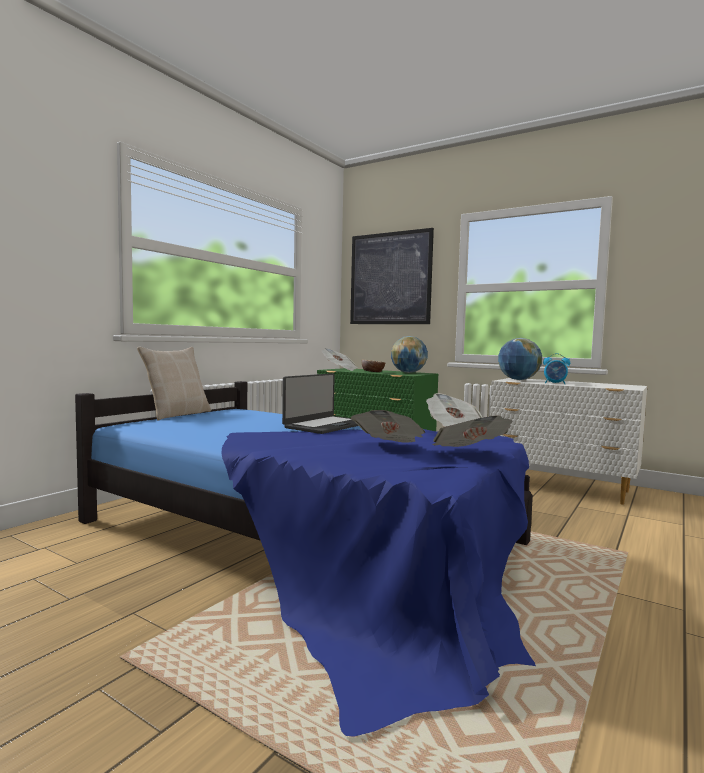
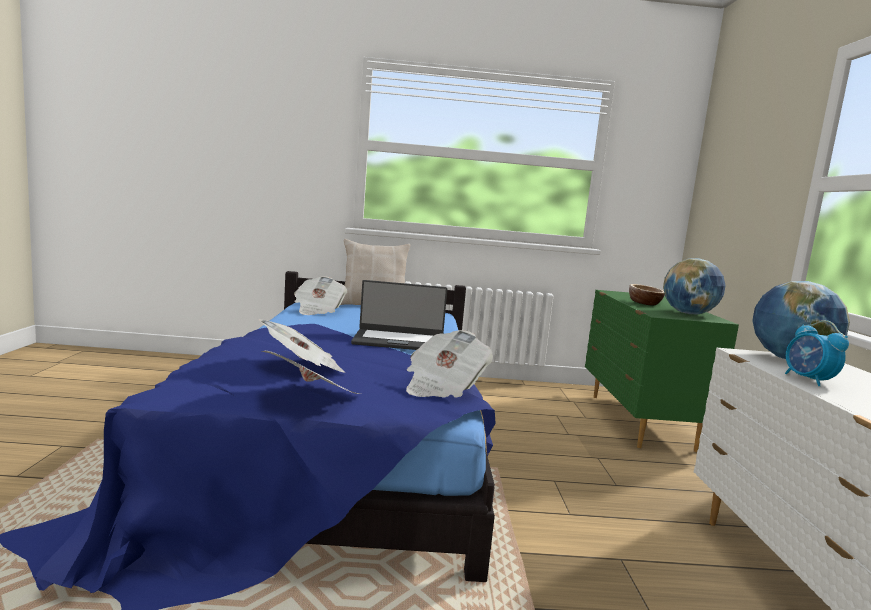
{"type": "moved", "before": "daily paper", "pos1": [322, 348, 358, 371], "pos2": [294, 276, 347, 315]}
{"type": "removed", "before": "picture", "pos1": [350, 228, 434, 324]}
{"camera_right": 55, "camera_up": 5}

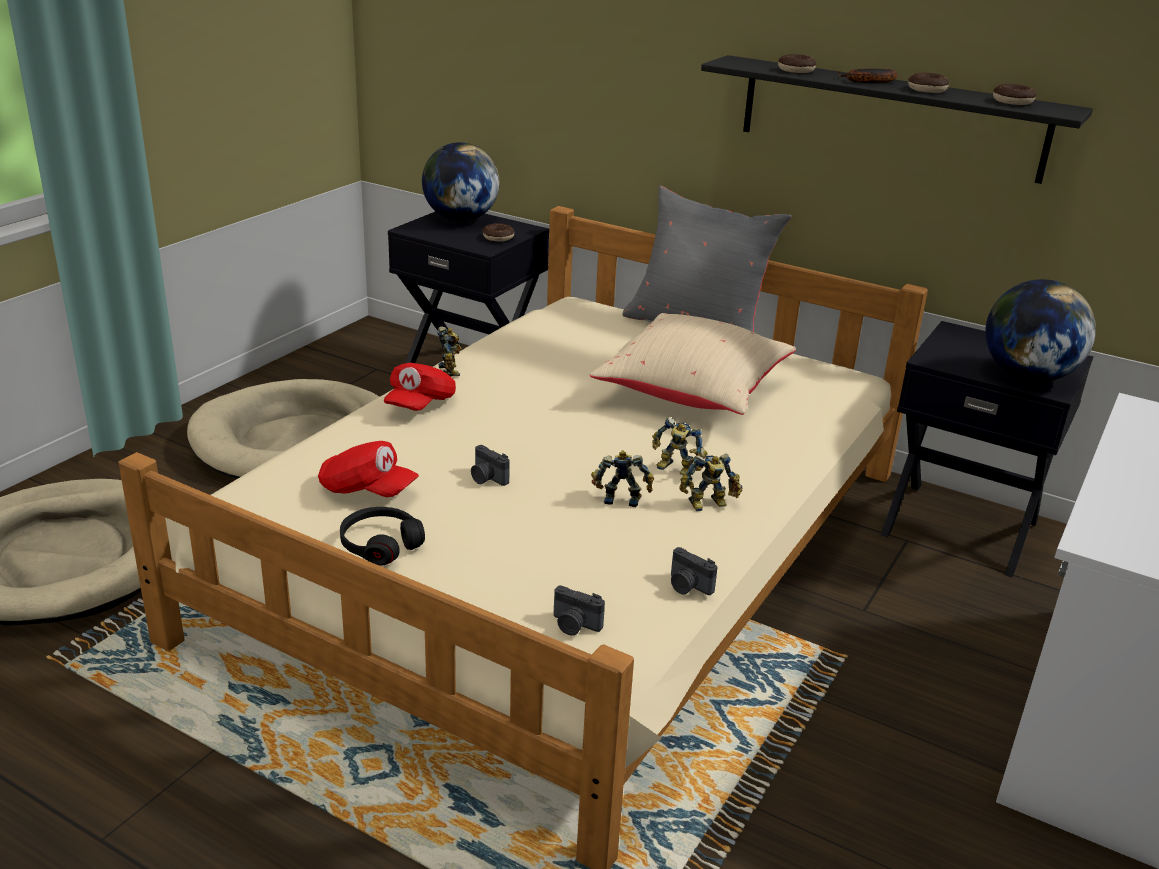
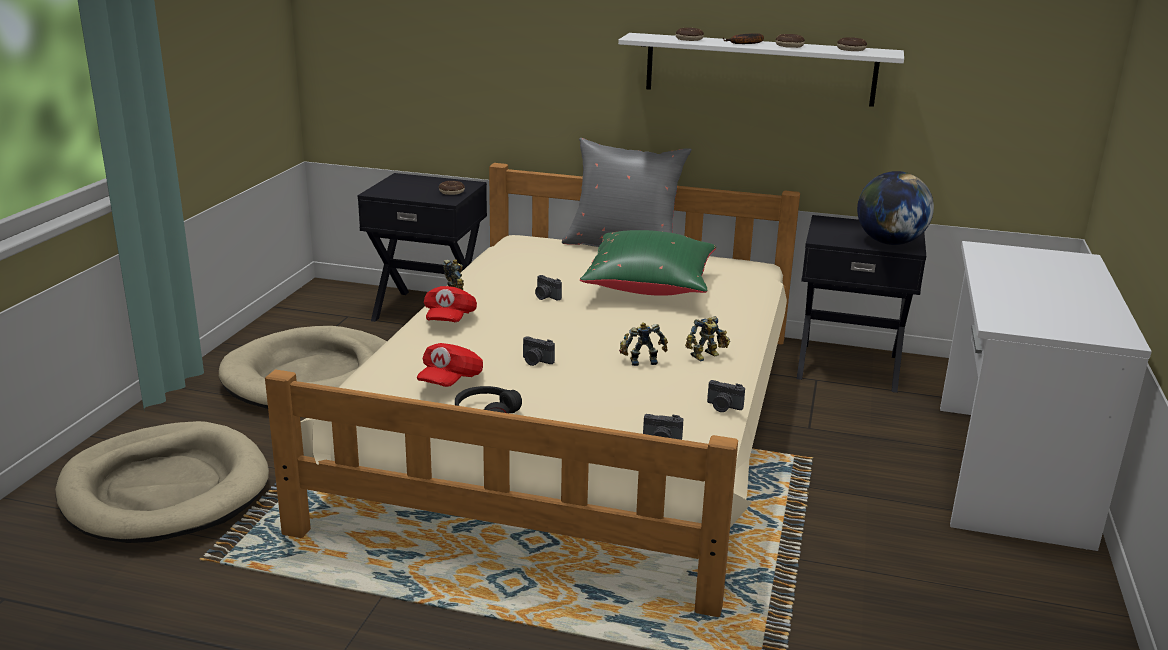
{"type": "turned", "before": "cap/reddish", "pos1": [318, 441, 419, 497], "pos2": [417, 343, 483, 387], "turn": 105}
{"type": "removed", "before": "desk globe", "pos1": [422, 142, 500, 222]}
{"type": "recoloured", "before": "pillow/beige-coloured", "after": "pillow/green", "pos1": [590, 313, 796, 415], "pos2": [580, 230, 716, 296]}
{"type": "removed", "before": "toy robot", "pos1": [652, 417, 708, 475]}
{"type": "recoloured", "before": "wall shelf/blackish", "after": "wall shelf/whitish", "pos1": [701, 55, 1093, 184], "pos2": [618, 33, 904, 107]}
{"type": "added", "after": "photo camera", "pos2": [535, 275, 562, 300]}
{"camera_right": -15, "camera_up": -5}

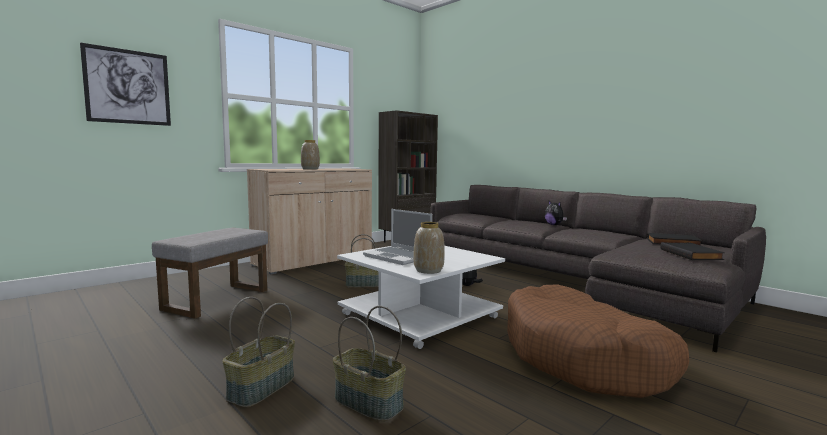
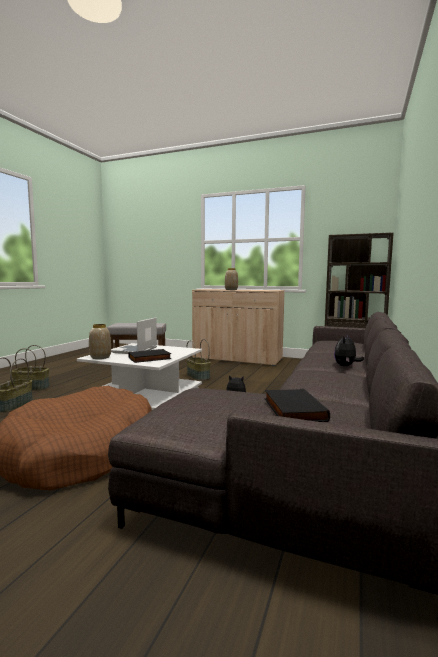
{"type": "removed", "before": "picture", "pos1": [80, 42, 171, 126]}
{"type": "moved", "before": "bound book/blackish", "pos1": [660, 242, 725, 260], "pos2": [128, 349, 172, 363]}
{"camera_right": 65, "camera_up": 0}

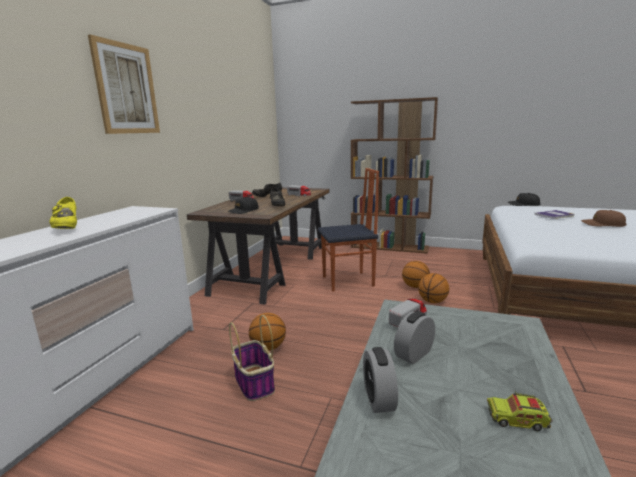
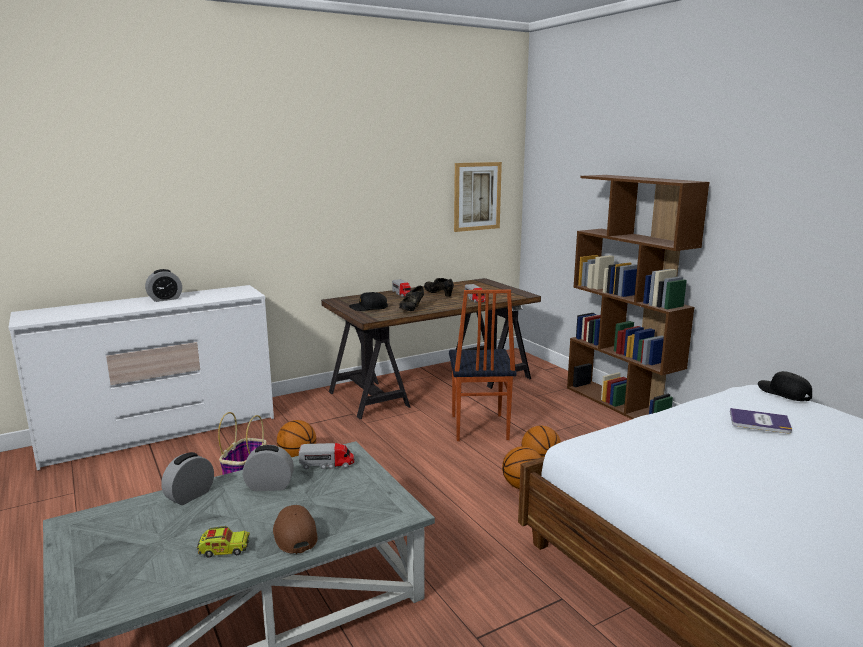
{"type": "replaced", "before": "low shoe/yellowish", "after": "table clock", "pos1": [49, 197, 77, 229], "pos2": [145, 269, 182, 302]}
{"type": "moved", "before": "picture", "pos1": [88, 34, 160, 134], "pos2": [454, 162, 502, 232]}
{"type": "turned", "before": "plain chair", "pos1": [318, 168, 379, 291], "pos2": [449, 289, 517, 441], "turn": 60}
{"type": "turned", "before": "toy truck", "pos1": [487, 390, 553, 431], "pos2": [197, 526, 250, 558], "turn": 120}
{"type": "moved", "before": "cap/brownish", "pos1": [581, 210, 626, 227], "pos2": [273, 505, 318, 554]}
{"camera_right": 40, "camera_up": 0}

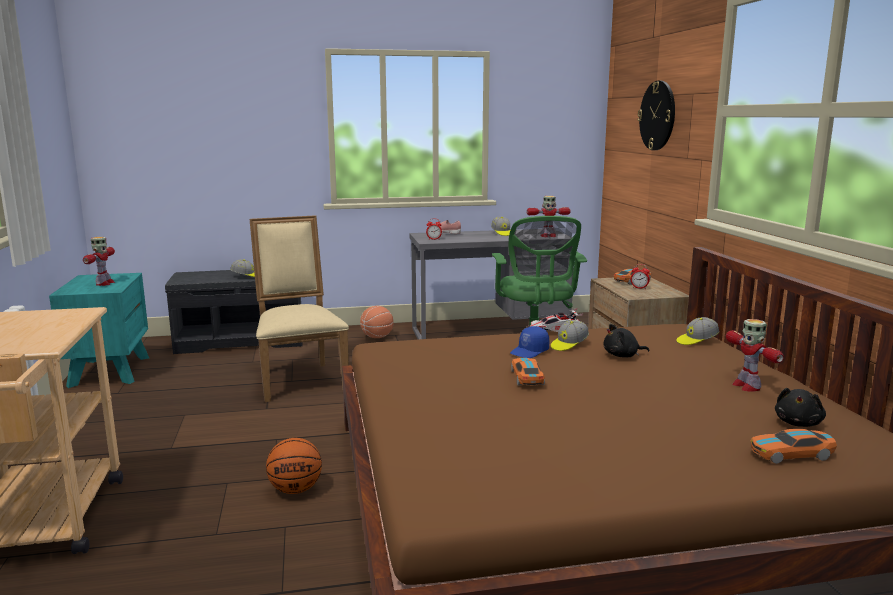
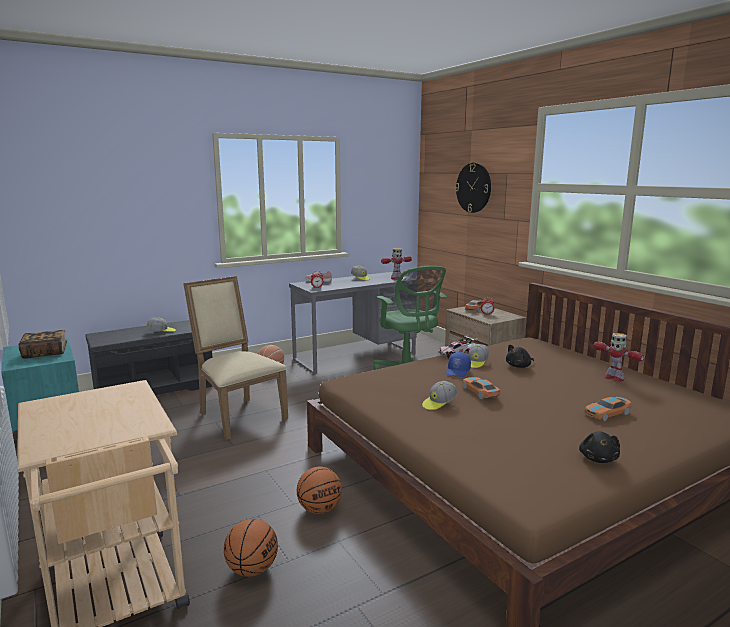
{"type": "replaced", "before": "toy robot", "after": "bound book", "pos1": [83, 237, 115, 286], "pos2": [19, 330, 67, 359]}
{"type": "moved", "before": "cap", "pos1": [676, 317, 719, 345], "pos2": [422, 381, 457, 410]}
{"type": "moved", "before": "miniature car", "pos1": [751, 429, 837, 464], "pos2": [585, 397, 632, 421]}
{"type": "moved", "before": "soft toy/blackish", "pos1": [775, 388, 826, 427], "pos2": [579, 431, 620, 463]}
{"type": "added", "after": "ball for basketball", "pos2": [224, 519, 278, 577]}
{"camera_right": -20, "camera_up": 0}

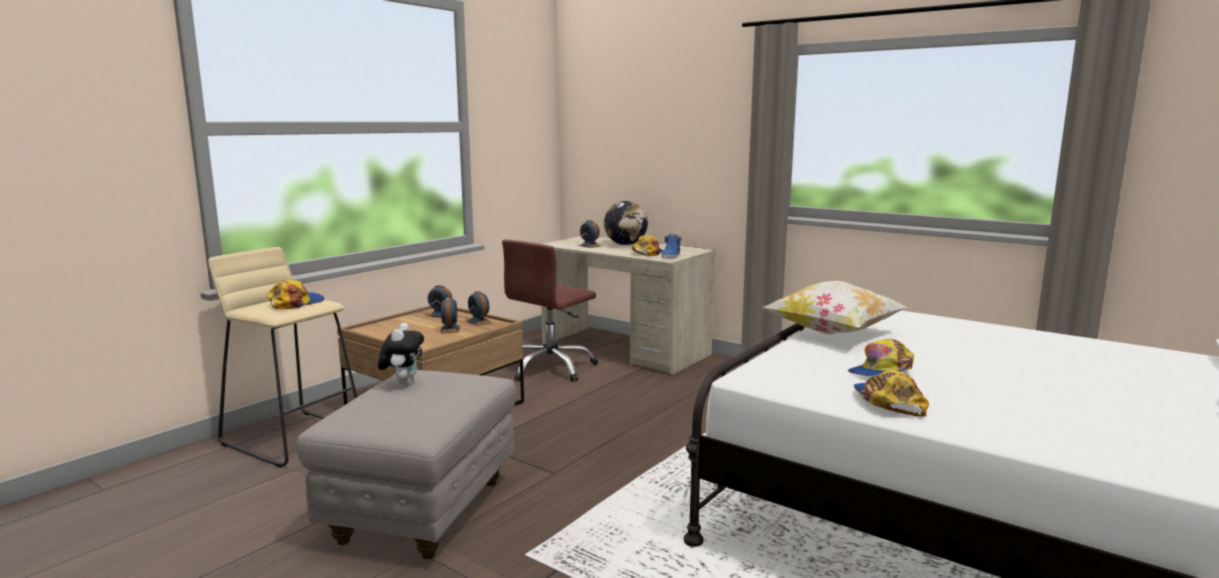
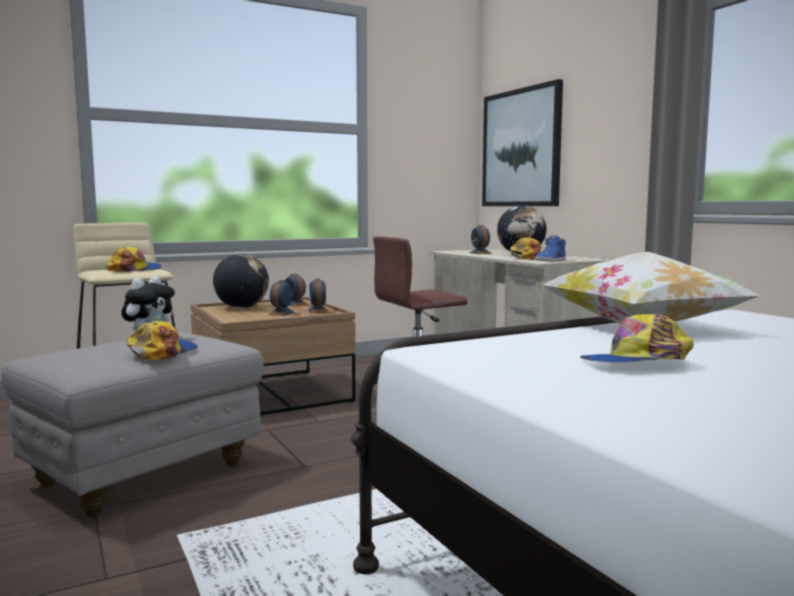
{"type": "moved", "before": "cap", "pos1": [854, 370, 929, 417], "pos2": [127, 321, 198, 360]}
{"type": "added", "after": "desk globe", "pos2": [213, 254, 269, 308]}
{"type": "added", "after": "picture", "pos2": [482, 79, 563, 206]}
{"camera_right": 25, "camera_up": -5}

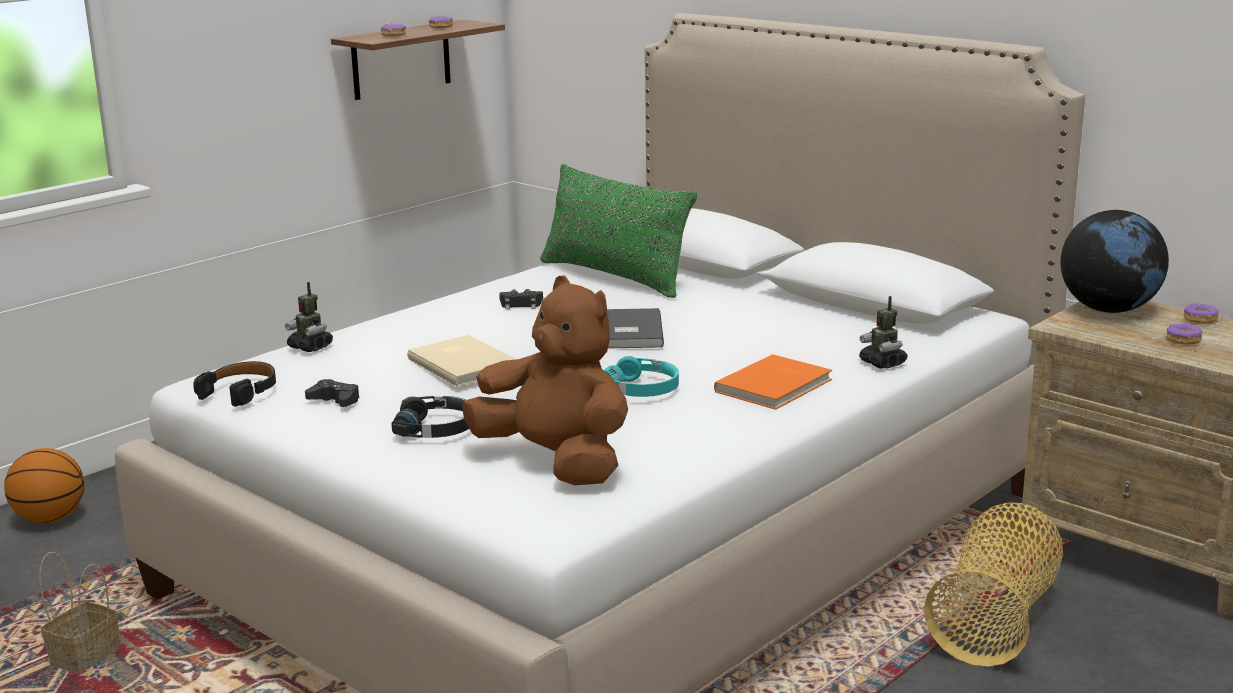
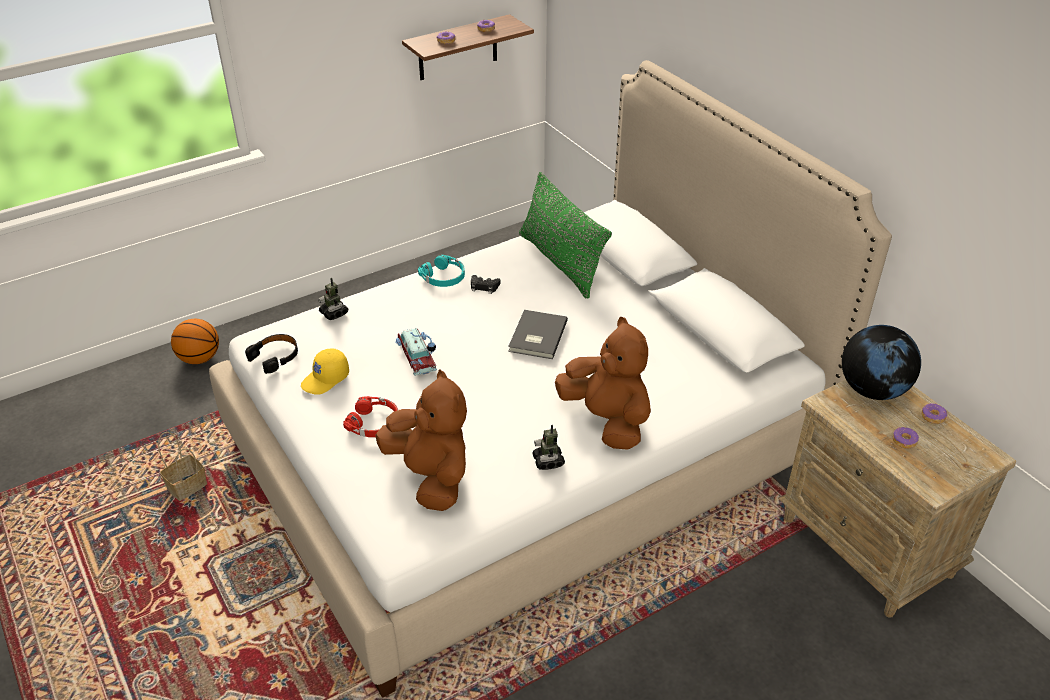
{"type": "replaced", "before": "gamepad/blackish", "after": "cap/yellowish", "pos1": [305, 379, 360, 407], "pos2": [301, 349, 349, 395]}
{"type": "recoloured", "before": "headphones/blackish", "after": "headphones/reddish", "pos1": [391, 396, 469, 438], "pos2": [343, 396, 398, 437]}
{"type": "replaced", "before": "bound book/beige-coloured", "after": "miniature car", "pos1": [407, 335, 516, 387], "pos2": [395, 328, 437, 376]}
{"type": "moved", "before": "headphones/turquoise", "pos1": [604, 356, 679, 397], "pos2": [418, 255, 465, 287]}
{"type": "replaced", "before": "bound book/orange-coloured", "after": "soft toy/brownish", "pos1": [714, 354, 832, 410], "pos2": [555, 317, 651, 450]}
{"type": "moved", "before": "toy robot", "pos1": [859, 296, 908, 369], "pos2": [532, 425, 565, 470]}
{"type": "removed", "before": "storage basket", "pos1": [924, 502, 1063, 667]}
{"camera_right": 15, "camera_up": 20}

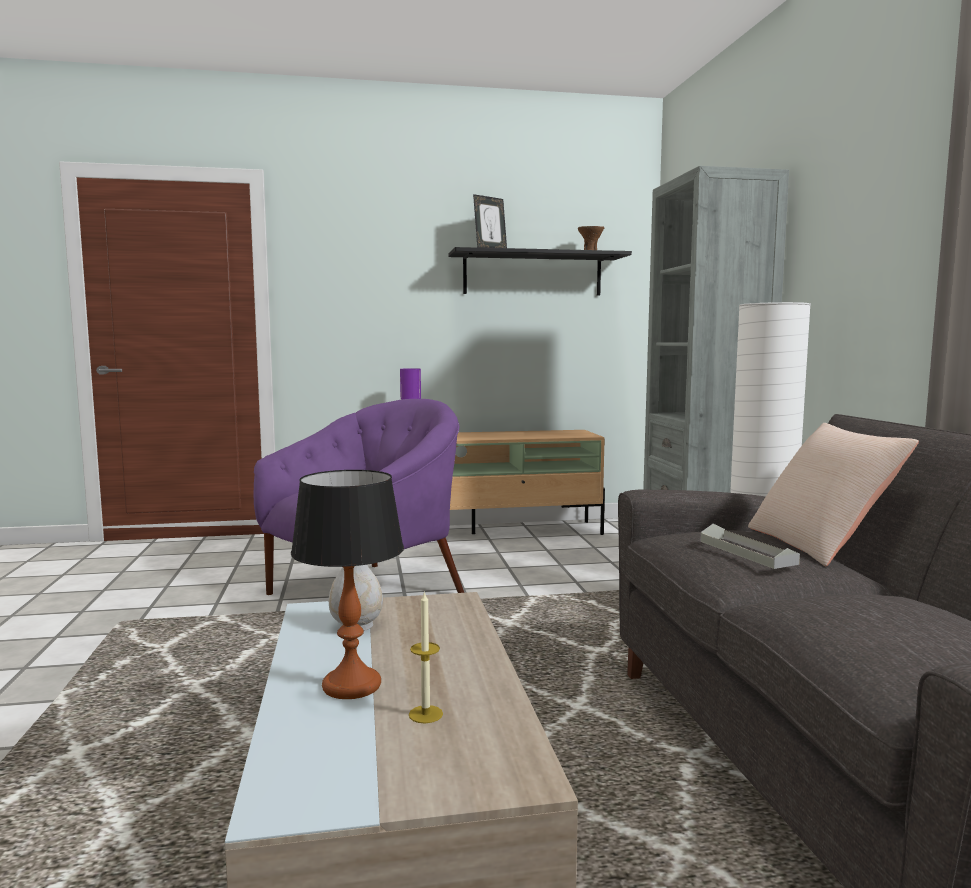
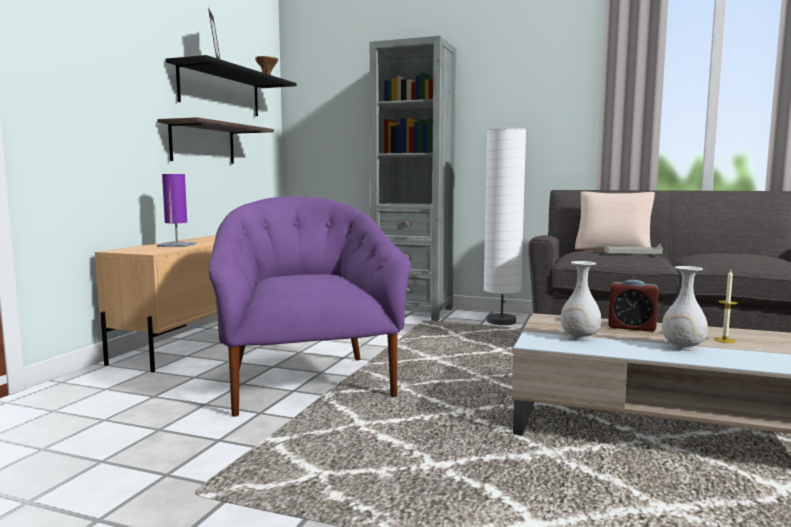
{"type": "replaced", "before": "table lamp", "after": "vase/whitish", "pos1": [291, 470, 404, 699], "pos2": [662, 266, 708, 351]}
{"type": "added", "after": "wall shelf", "pos2": [157, 117, 274, 164]}
{"type": "added", "after": "table clock", "pos2": [608, 280, 659, 332]}
{"camera_right": -60, "camera_up": 0}

